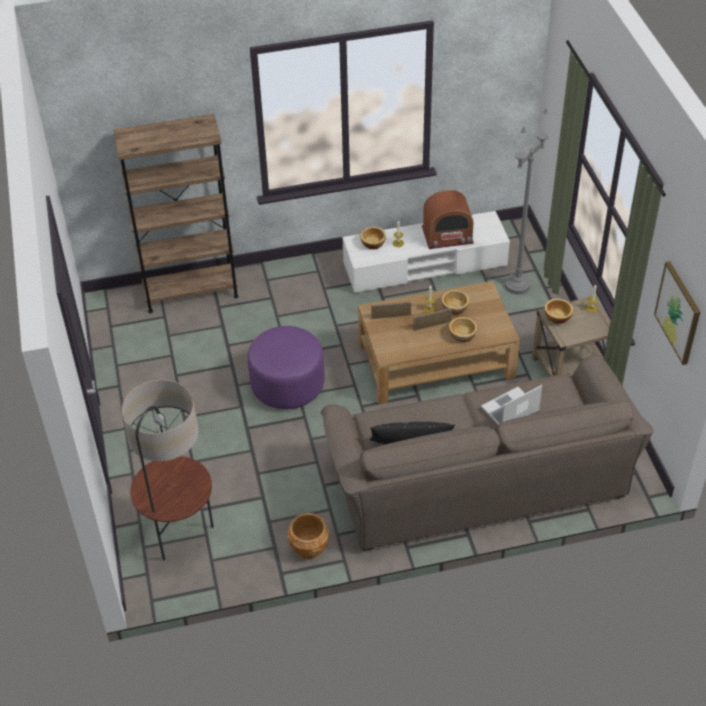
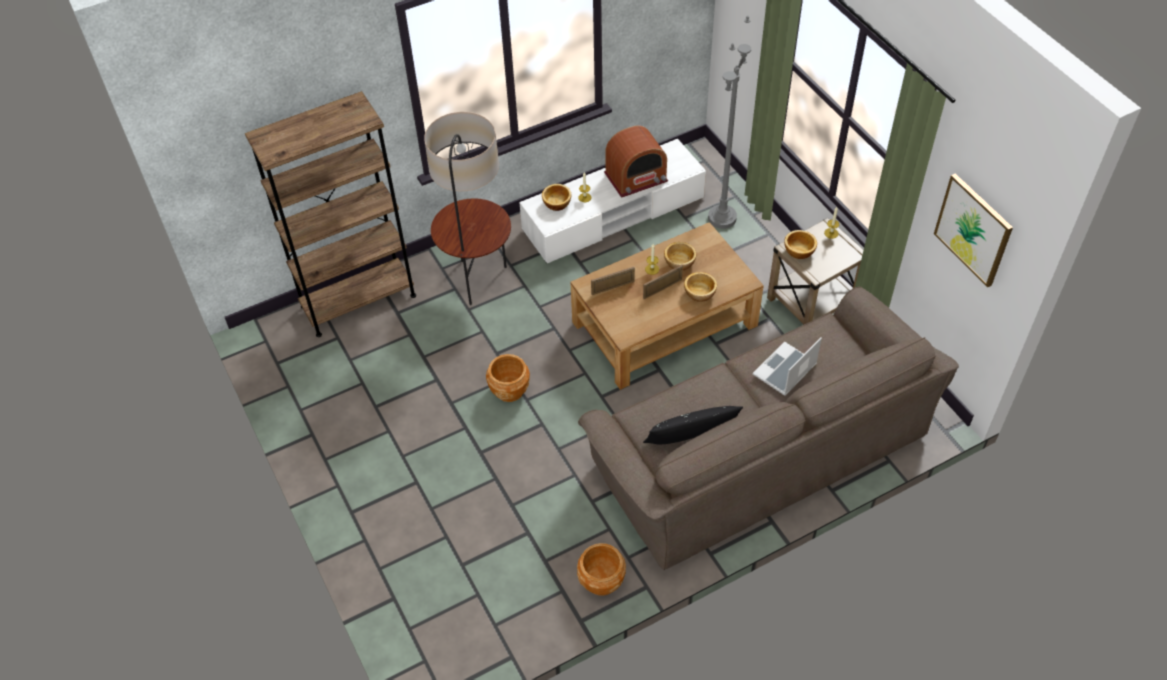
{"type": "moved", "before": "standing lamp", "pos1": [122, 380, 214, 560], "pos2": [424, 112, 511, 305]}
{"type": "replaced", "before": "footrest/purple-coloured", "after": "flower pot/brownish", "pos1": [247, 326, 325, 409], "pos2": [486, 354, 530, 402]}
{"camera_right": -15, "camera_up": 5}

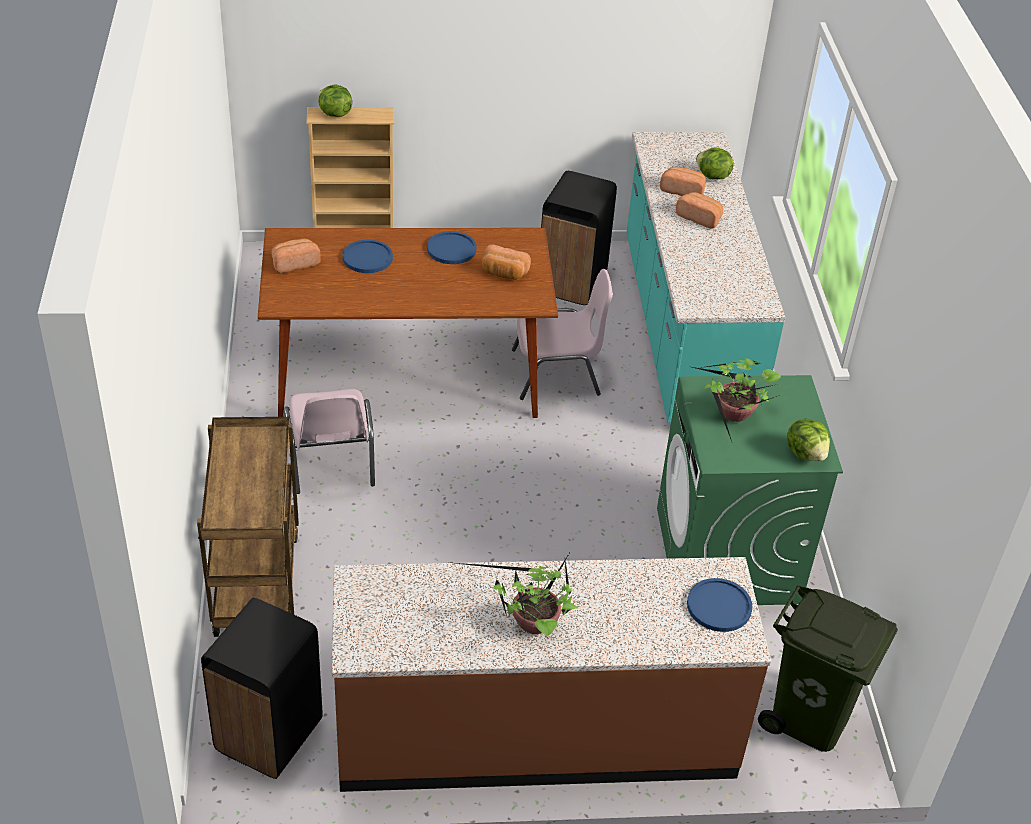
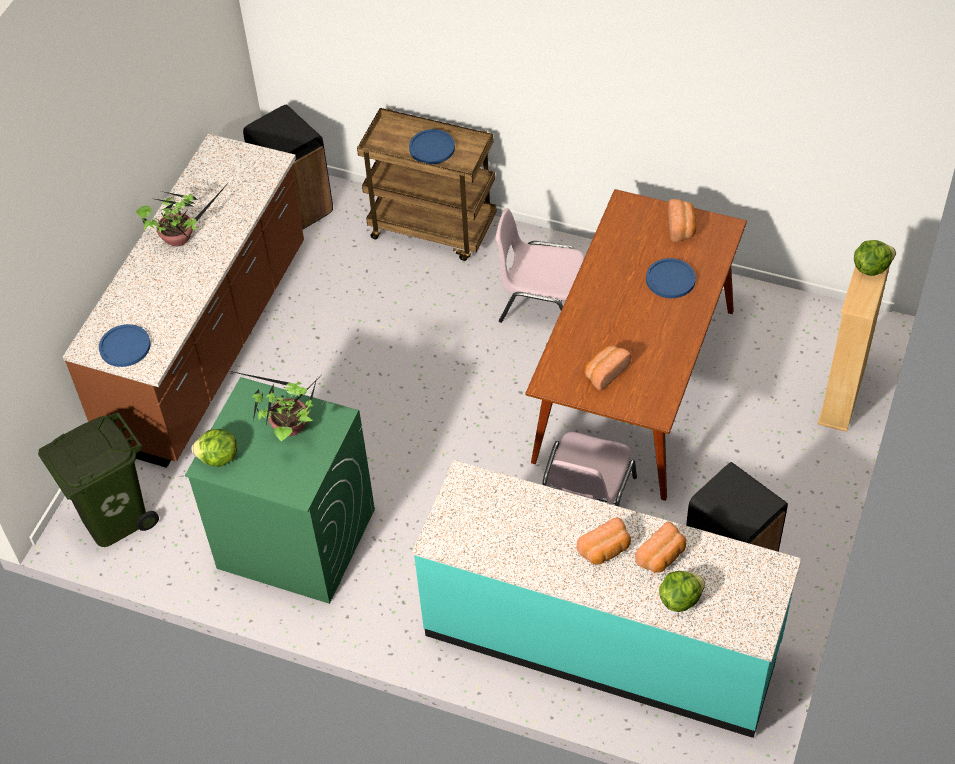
{"type": "moved", "before": "plate/blue", "pos1": [427, 231, 476, 264], "pos2": [409, 129, 455, 164]}
{"camera_right": 120, "camera_up": 10}

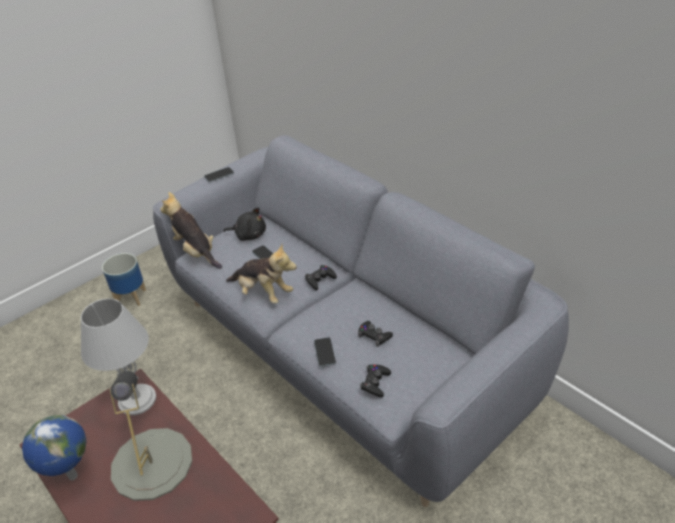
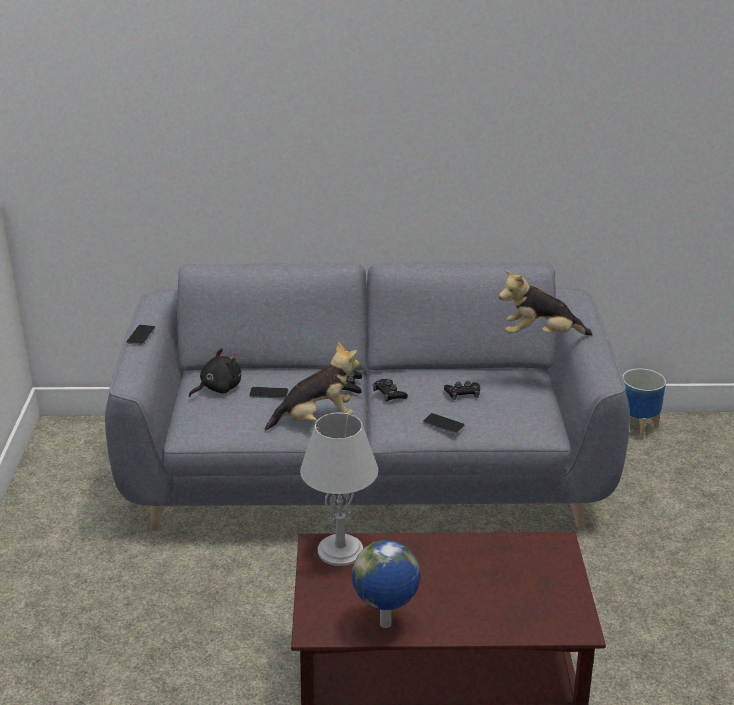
{"type": "moved", "before": "flower pot", "pos1": [102, 253, 146, 306], "pos2": [623, 368, 666, 440]}
{"type": "removed", "before": "table lamp/gray", "pos1": [109, 371, 192, 501]}
{"type": "moved", "before": "soft toy", "pos1": [160, 192, 222, 269], "pos2": [499, 270, 592, 335]}
{"type": "moved", "before": "gamepad/blackish", "pos1": [360, 364, 391, 398], "pos2": [373, 379, 408, 402]}
{"camera_right": -50, "camera_up": -10}

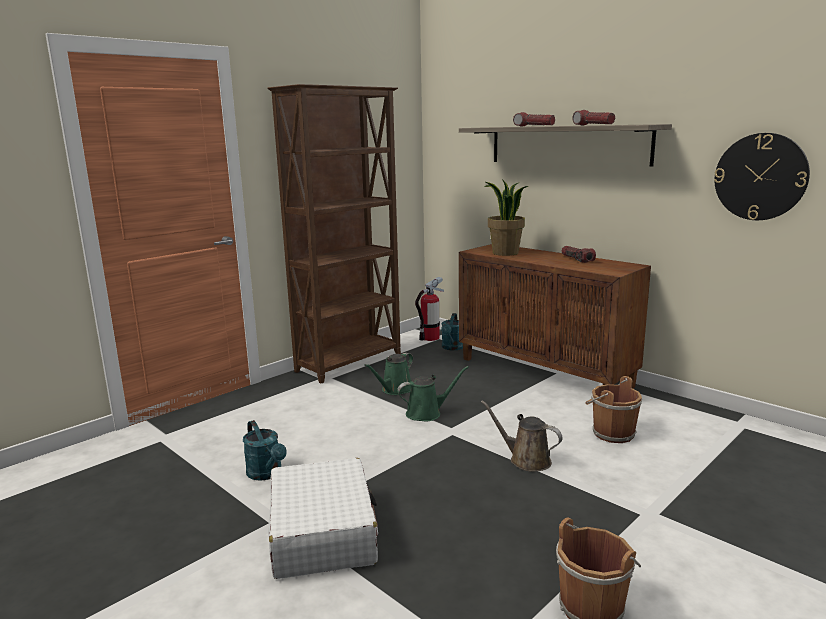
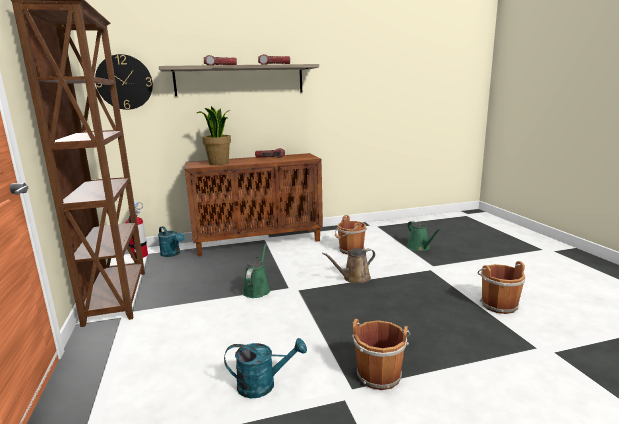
{"type": "replaced", "before": "suitcase/whitish", "after": "bucket/brownish", "pos1": [268, 458, 378, 579], "pos2": [352, 319, 411, 390]}
{"type": "moved", "before": "watering pot/green", "pos1": [364, 353, 413, 395], "pos2": [407, 221, 441, 251]}
{"type": "moved", "before": "wall clock", "pos1": [714, 133, 810, 220], "pos2": [95, 54, 153, 110]}
{"camera_right": -60, "camera_up": 0}

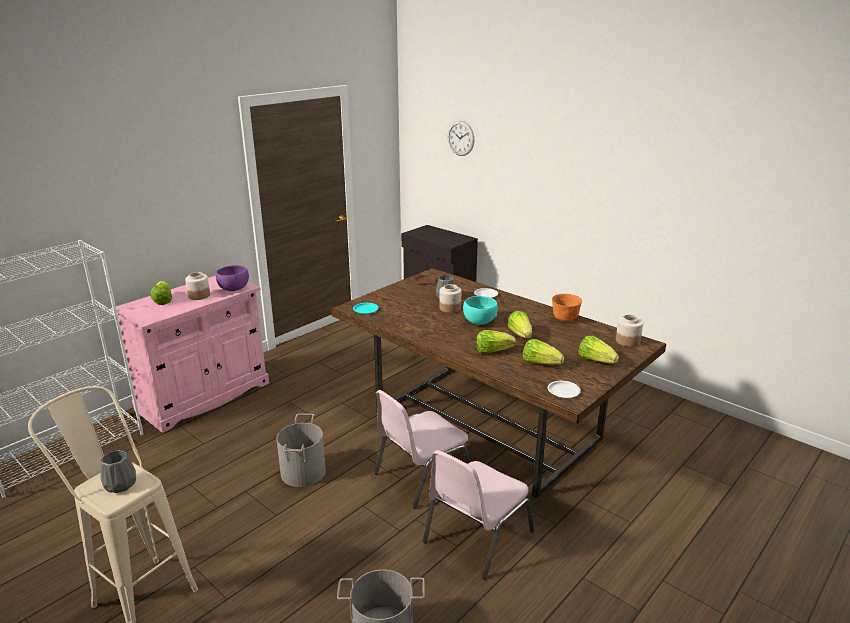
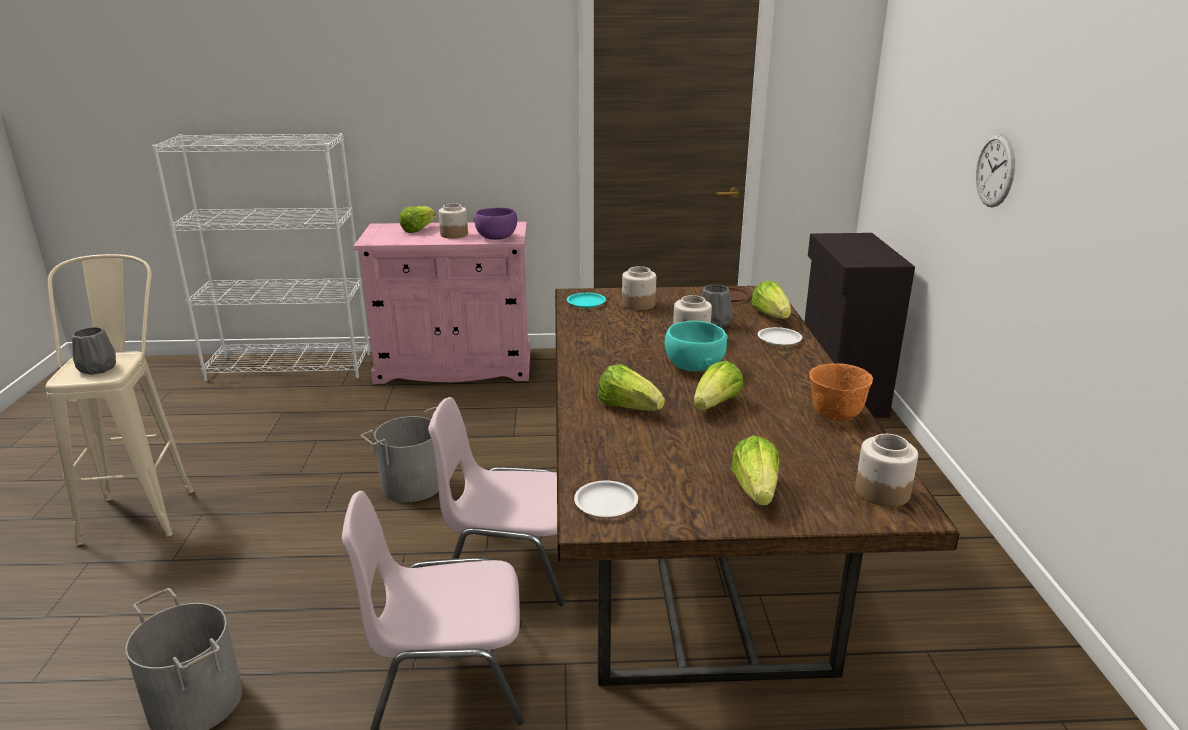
{"type": "moved", "before": "wall clock", "pos1": [448, 121, 475, 156], "pos2": [976, 133, 1015, 208]}
{"type": "moved", "before": "lettuce head", "pos1": [523, 339, 564, 365], "pos2": [751, 281, 791, 319]}
{"type": "added", "after": "jar", "pos2": [622, 266, 656, 310]}
{"camera_right": 45, "camera_up": 0}

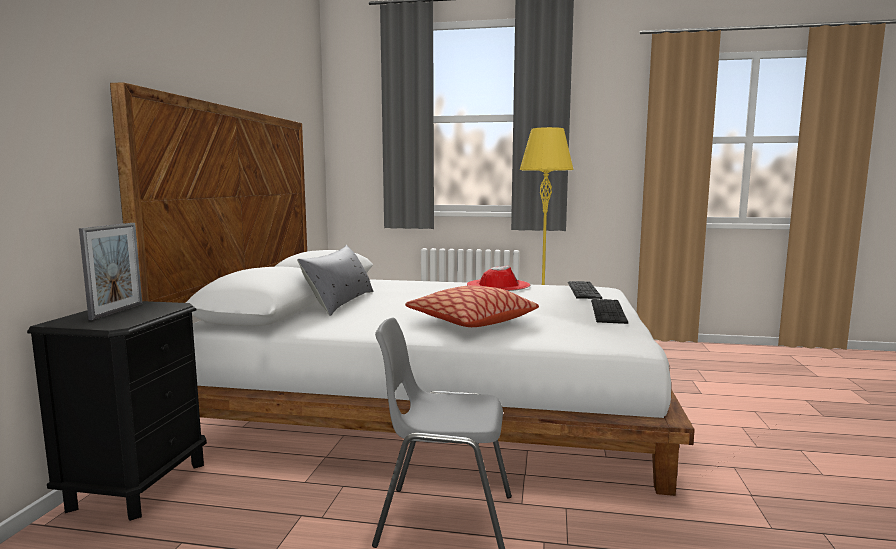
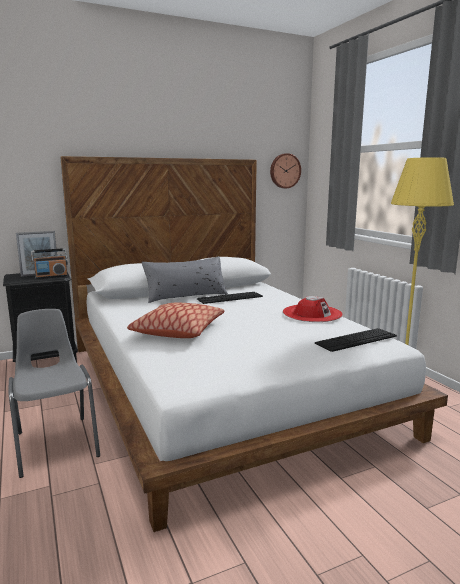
{"type": "moved", "before": "computer keyboard", "pos1": [591, 299, 628, 324], "pos2": [197, 292, 263, 304]}
{"type": "added", "after": "radio set", "pos2": [31, 248, 68, 279]}
{"type": "added", "after": "wall clock", "pos2": [270, 153, 301, 188]}
{"camera_right": 55, "camera_up": 5}

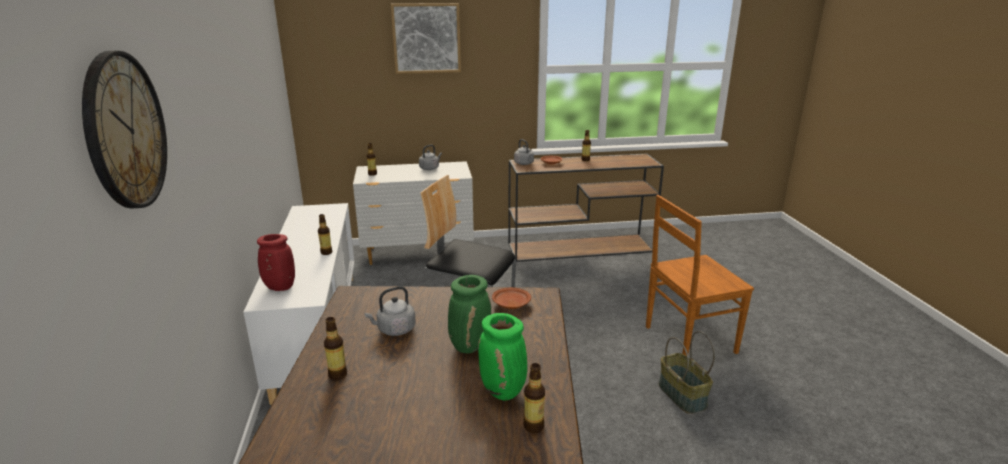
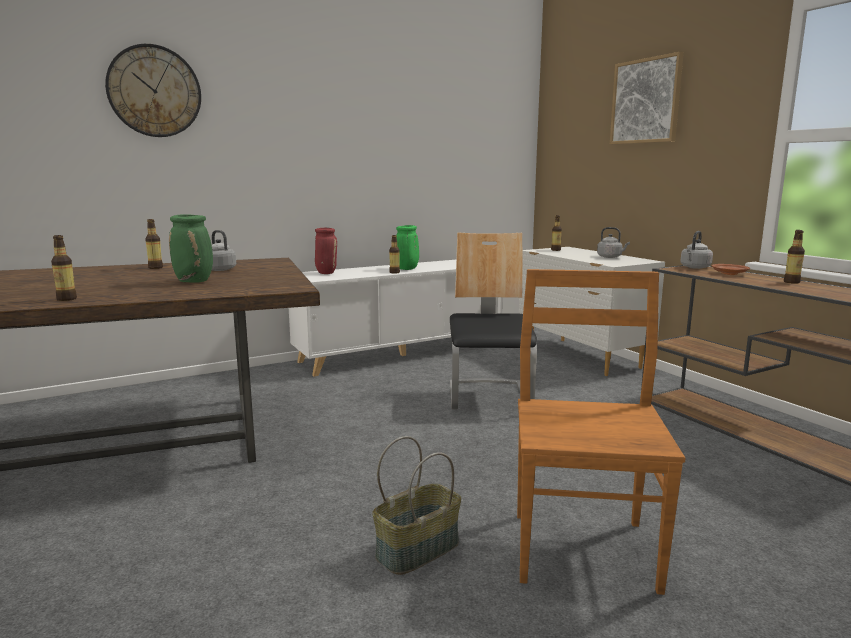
{"type": "moved", "before": "vase/green", "pos1": [478, 313, 527, 401], "pos2": [396, 225, 419, 270]}
{"type": "removed", "before": "plate/brownish", "pos1": [492, 287, 531, 309]}
{"type": "turned", "before": "plain chair/brownish", "pos1": [646, 195, 754, 356], "pos2": [517, 269, 686, 595], "turn": 45}
{"camera_right": 70, "camera_up": -10}

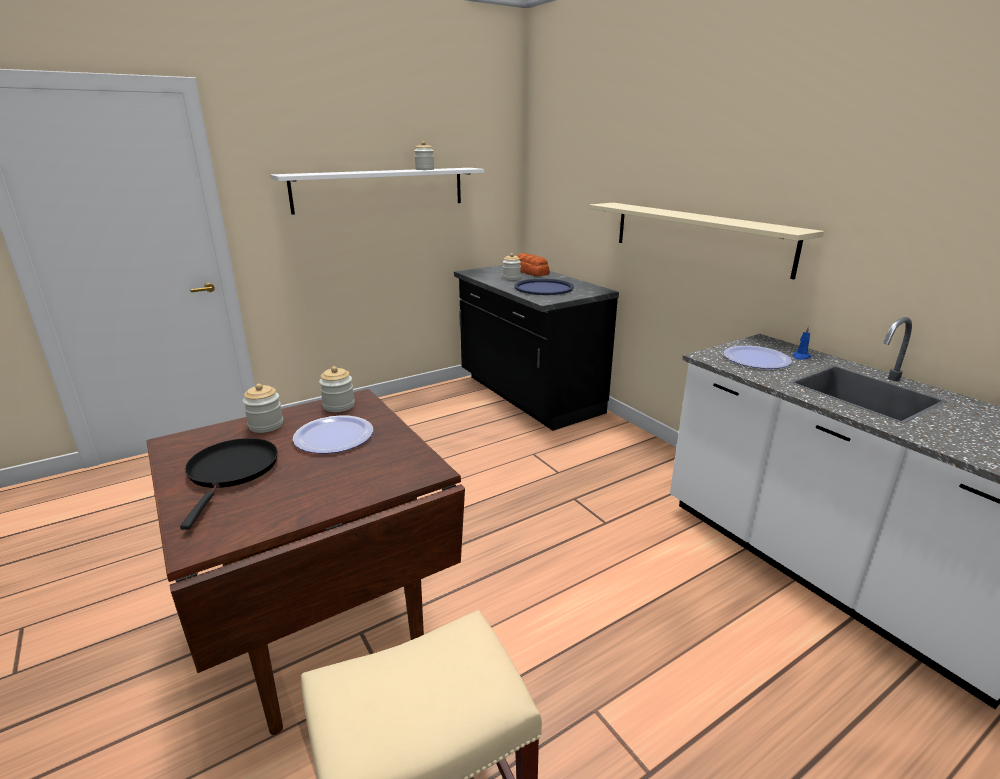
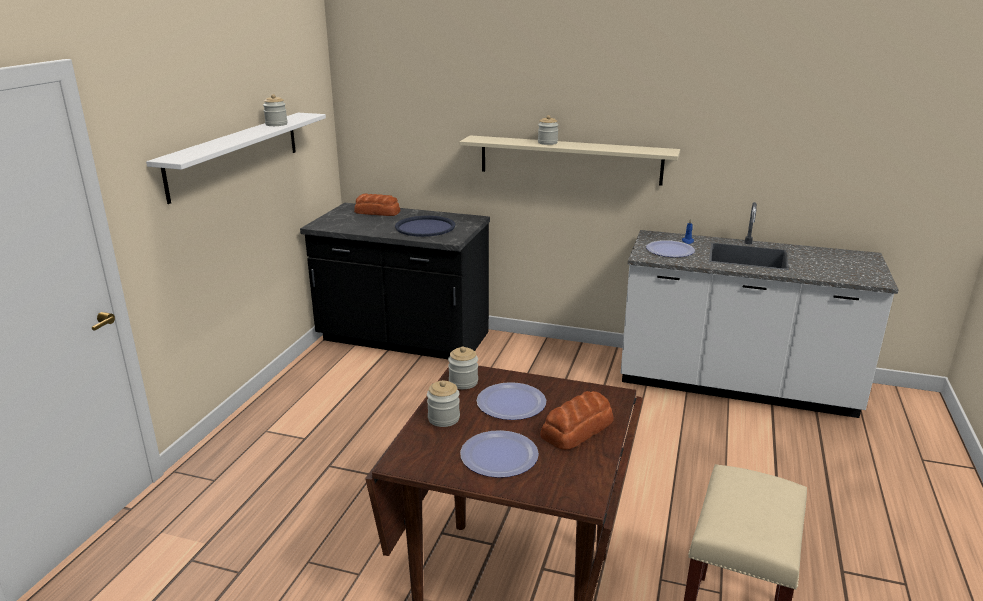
{"type": "replaced", "before": "skillet/blackish", "after": "plate", "pos1": [180, 438, 278, 530], "pos2": [460, 430, 539, 478]}
{"type": "moved", "before": "jar", "pos1": [503, 253, 521, 280], "pos2": [538, 115, 558, 145]}
{"type": "added", "after": "bread", "pos2": [540, 391, 613, 450]}
{"camera_right": -40, "camera_up": 0}

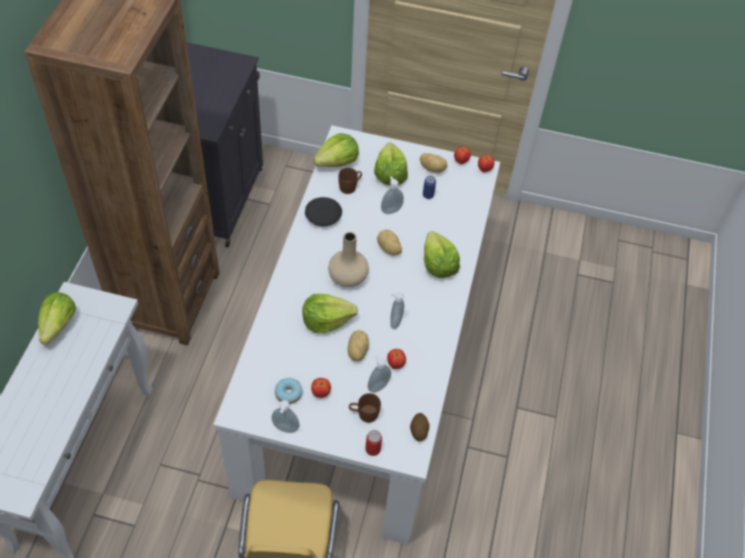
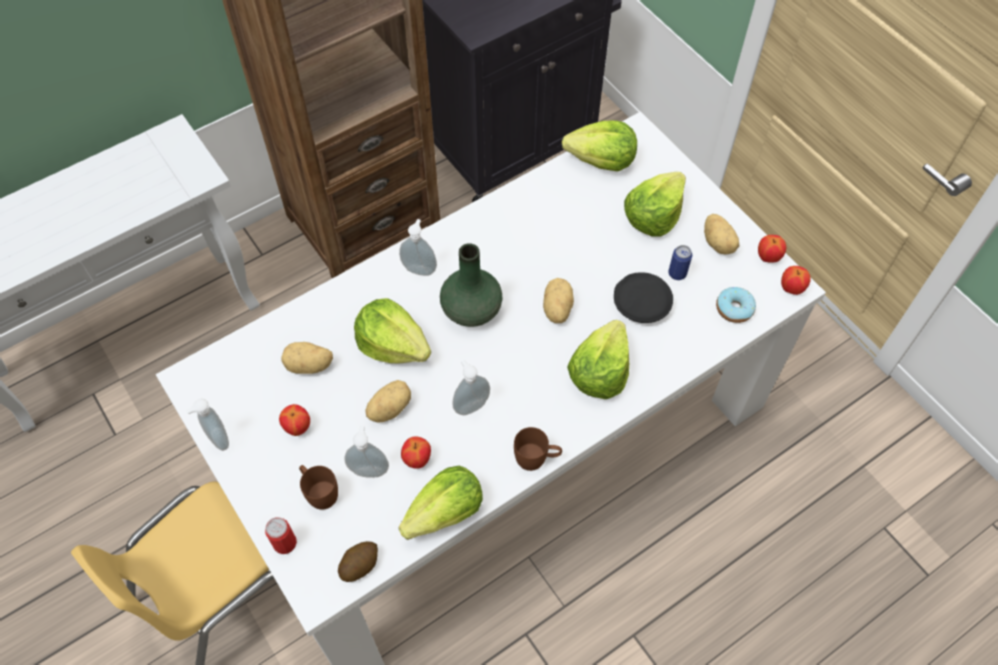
{"type": "moved", "before": "lettuce head", "pos1": [38, 292, 76, 345], "pos2": [398, 466, 483, 540]}
{"type": "moved", "before": "ring doughnut", "pos1": [275, 378, 302, 404], "pos2": [716, 287, 756, 323]}
{"type": "moved", "before": "plate/blackish", "pos1": [305, 197, 342, 226], "pos2": [614, 272, 673, 323]}
{"type": "recoloured", "before": "vase/beige-coloured", "after": "vase/green", "pos1": [328, 232, 369, 287], "pos2": [440, 243, 503, 327]}
{"type": "moved", "before": "coffee mug/brownish", "pos1": [338, 168, 362, 194], "pos2": [514, 427, 562, 471]}
{"type": "moved", "before": "soap dispenser", "pos1": [381, 176, 404, 214], "pos2": [399, 219, 437, 276]}
{"type": "added", "after": "potato", "pos2": [281, 342, 333, 374]}
{"camera_right": 45, "camera_up": 5}

